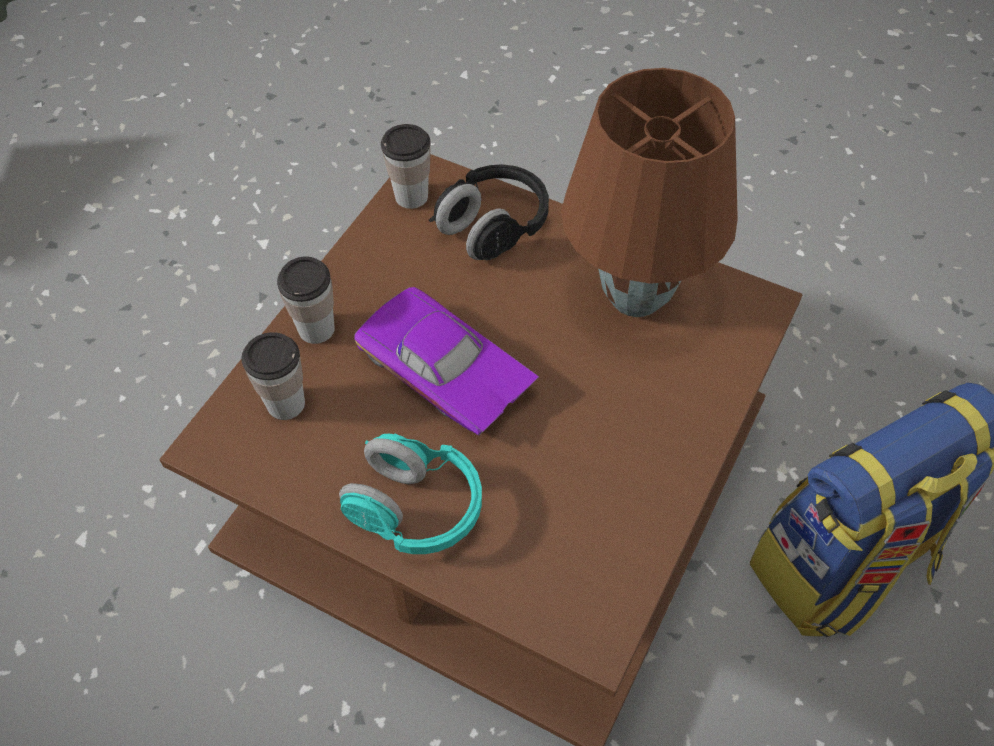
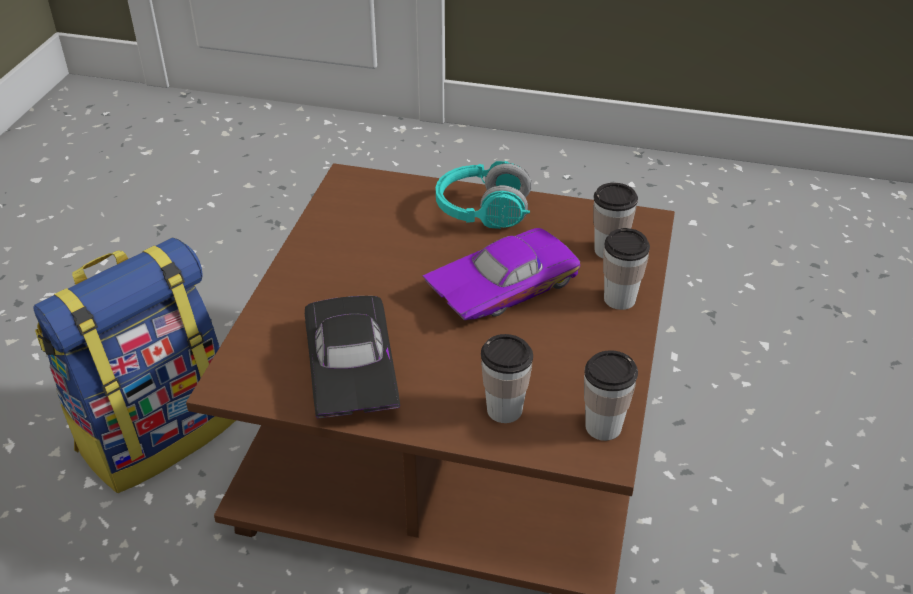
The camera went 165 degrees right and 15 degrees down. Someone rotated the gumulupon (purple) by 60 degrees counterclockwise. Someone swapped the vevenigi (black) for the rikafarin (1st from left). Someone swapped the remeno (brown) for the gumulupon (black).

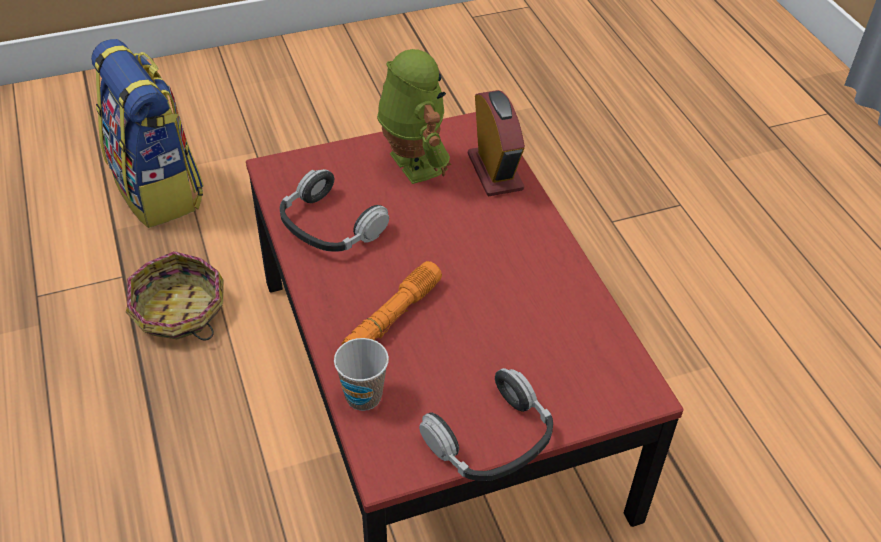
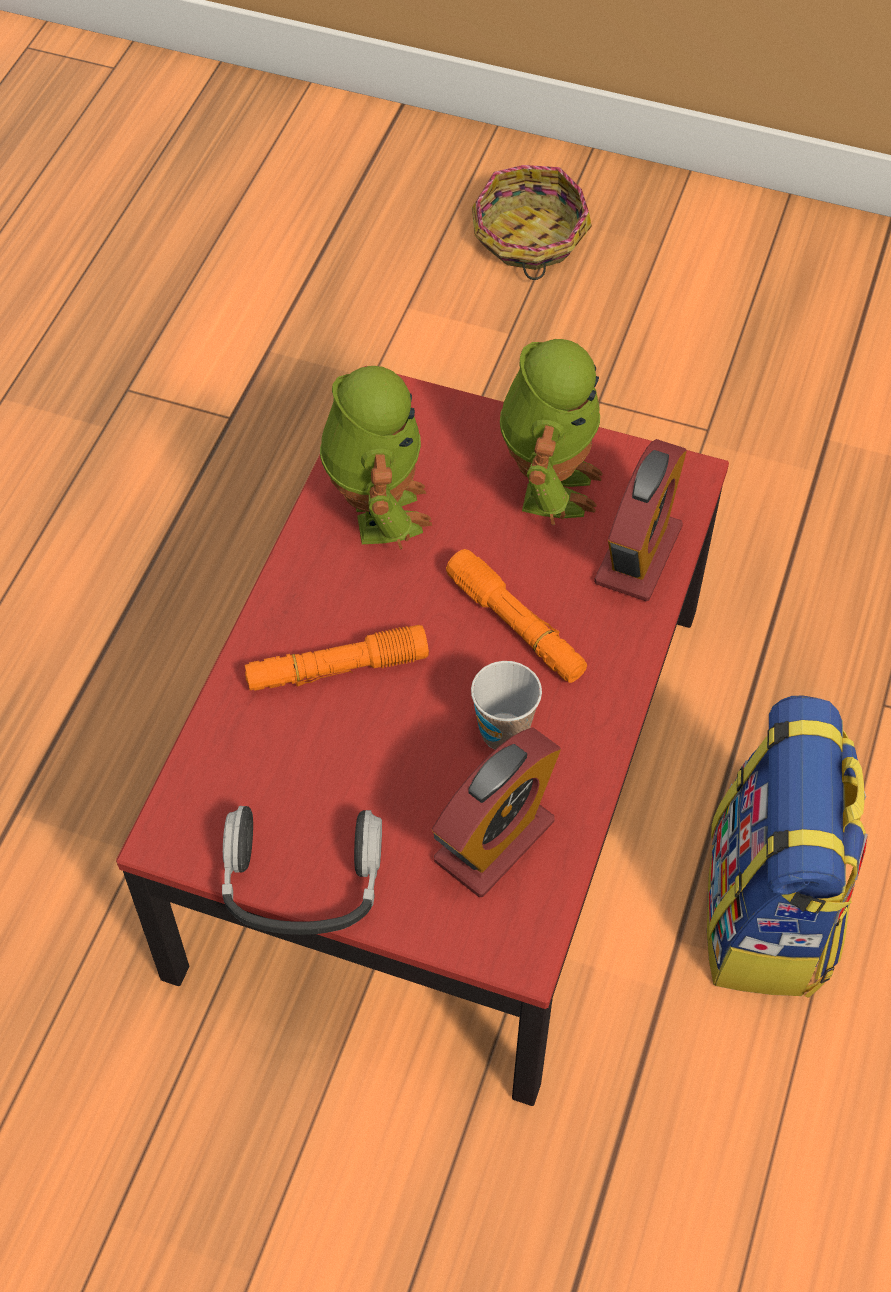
The camera went 40 degrees right and 10 degrees up. Someone carried the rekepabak. Someone carried the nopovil. Someone swapped the vevenigi (1st from left) for the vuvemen (1st from left). Someone carried the rikafarin. Someone put down the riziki (1st from left). Someone put down the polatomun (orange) (2nd from left).

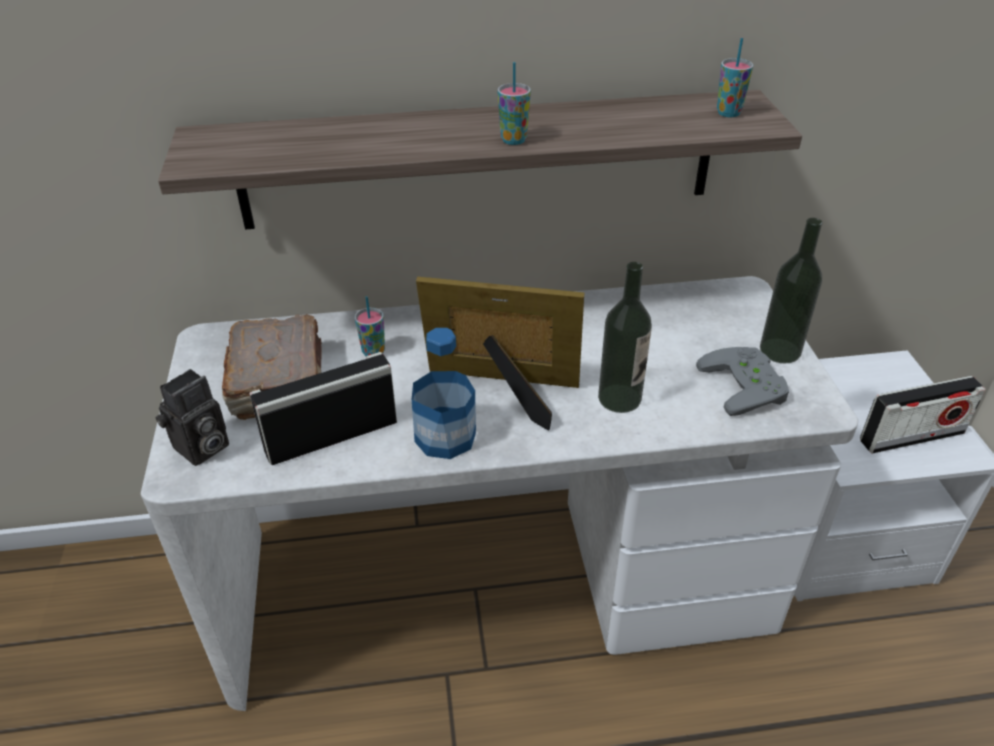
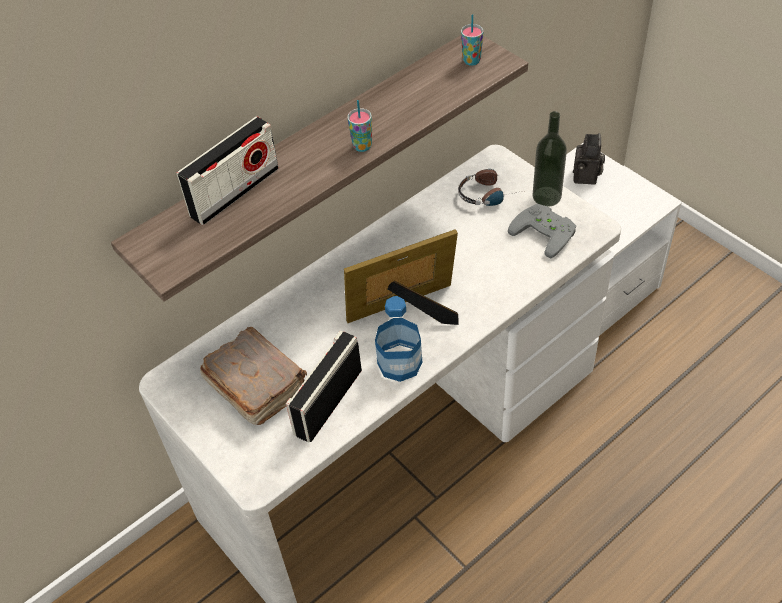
The camera went 30 degrees left and 10 degrees up. Someone carried the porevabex. Someone took away the rikafarin (1st from left). Someone took away the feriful (2nd from left). Someone carried the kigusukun (2nd from left in the first image). Someone put down the vevenigi.

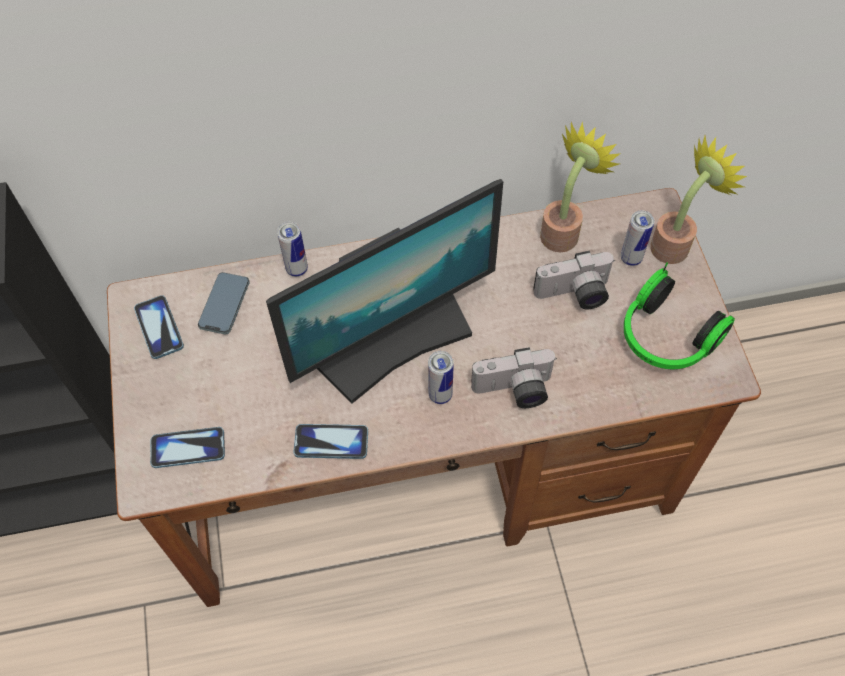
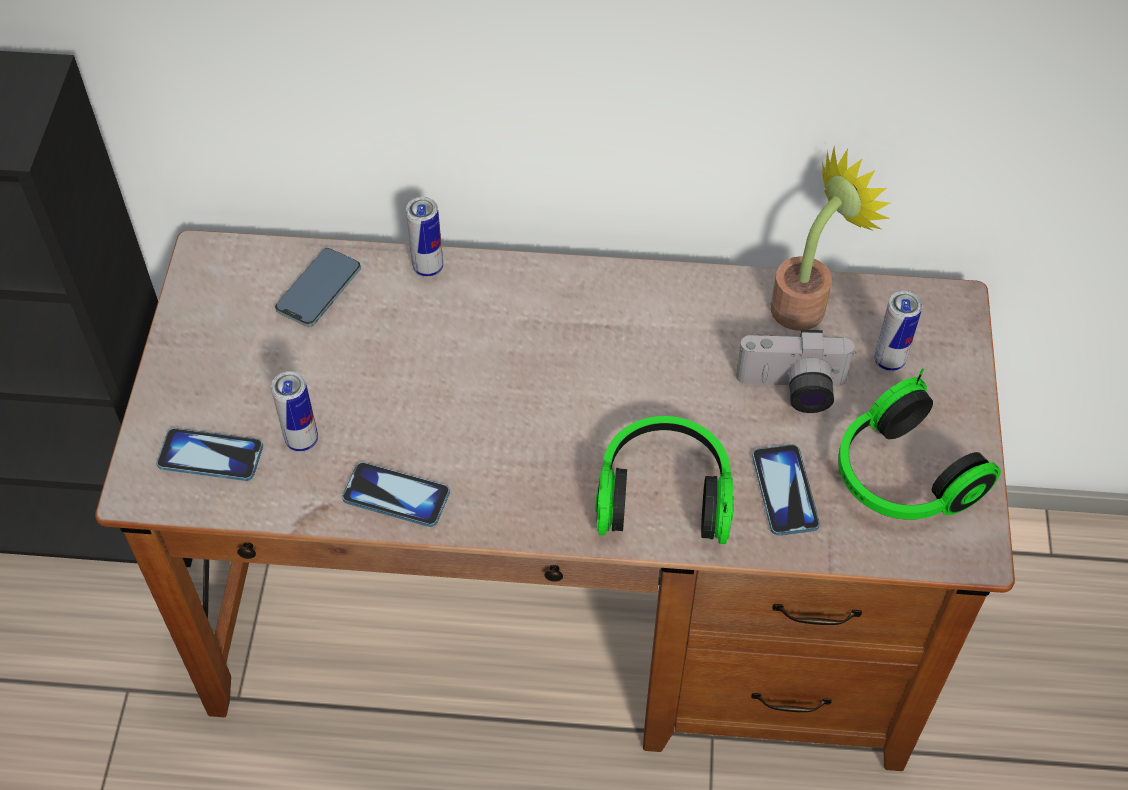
The camera went 15 degrees right and 5 degrees down. Someone carried the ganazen (1st from left in the first image). Someone took away the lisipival. Someone carried the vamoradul (2nd from left in the first image). Someone swapped the porevabex (1st from left) for the vevenigi (1st from left). Someone took away the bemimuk (2nd from left).

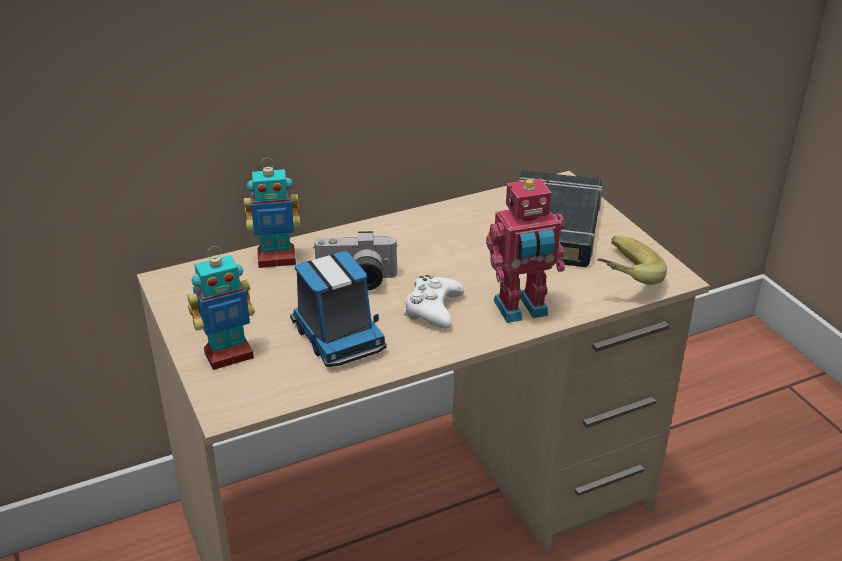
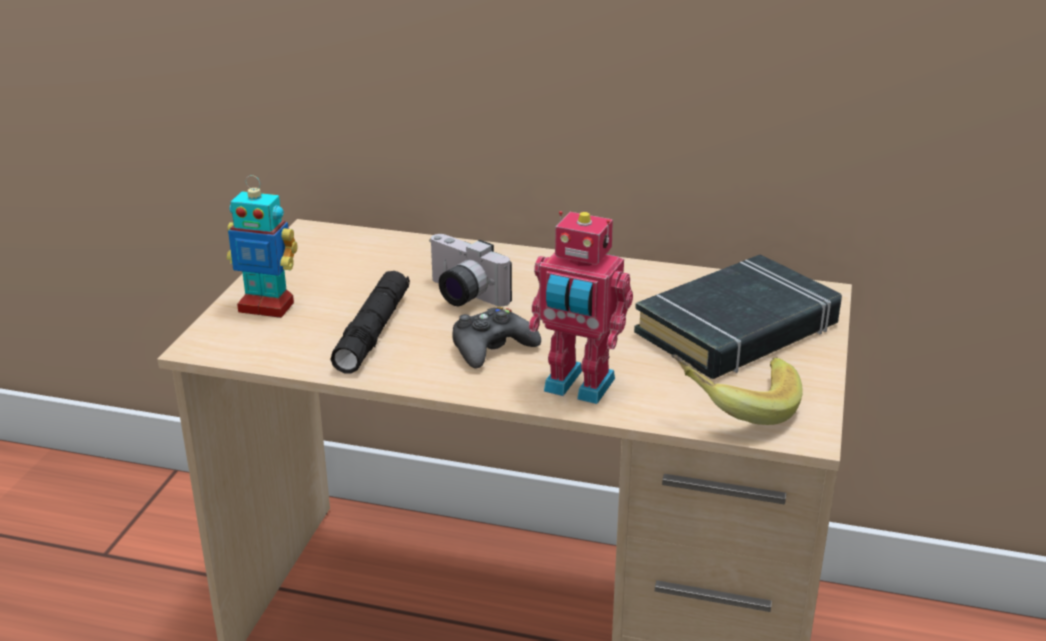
The camera went 40 degrees right and 5 degrees down. Someone took away the vuvemen (2nd from left). Someone swapped the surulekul for the polatomun (black). Someone repainted the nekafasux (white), which became the nekafasux (black).

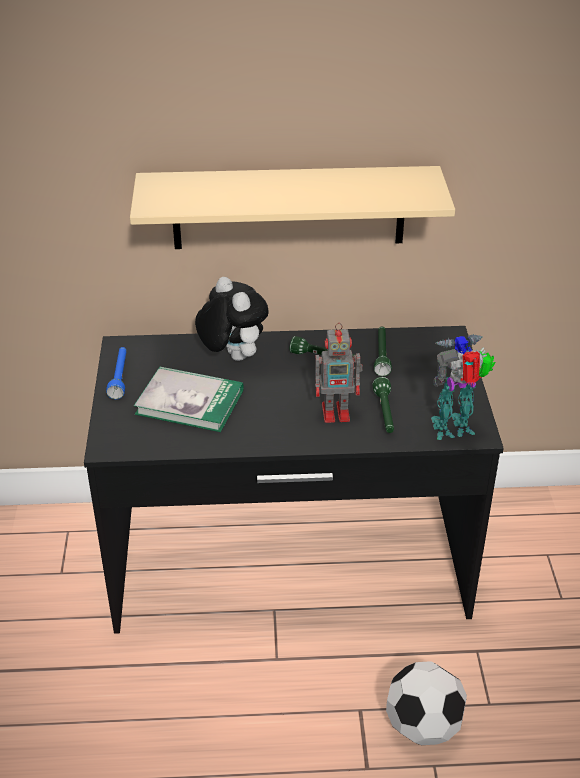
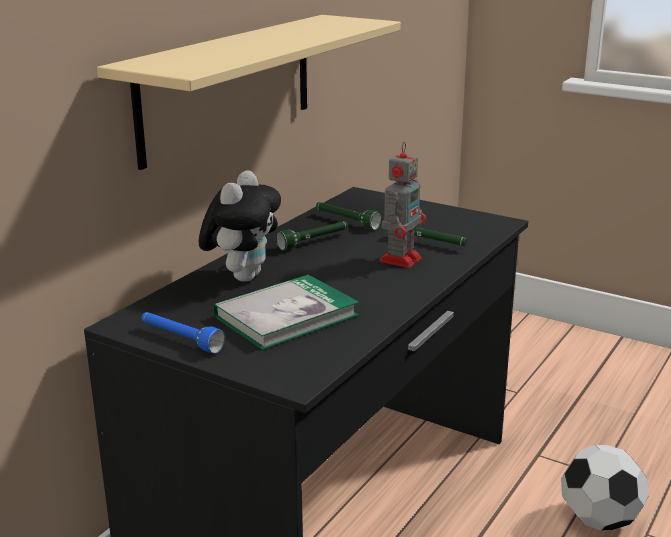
The camera went 55 degrees left and 15 degrees down. Someone rotated the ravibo by 105 degrees clockwise. Someone took away the vuvemen (2nd from left).

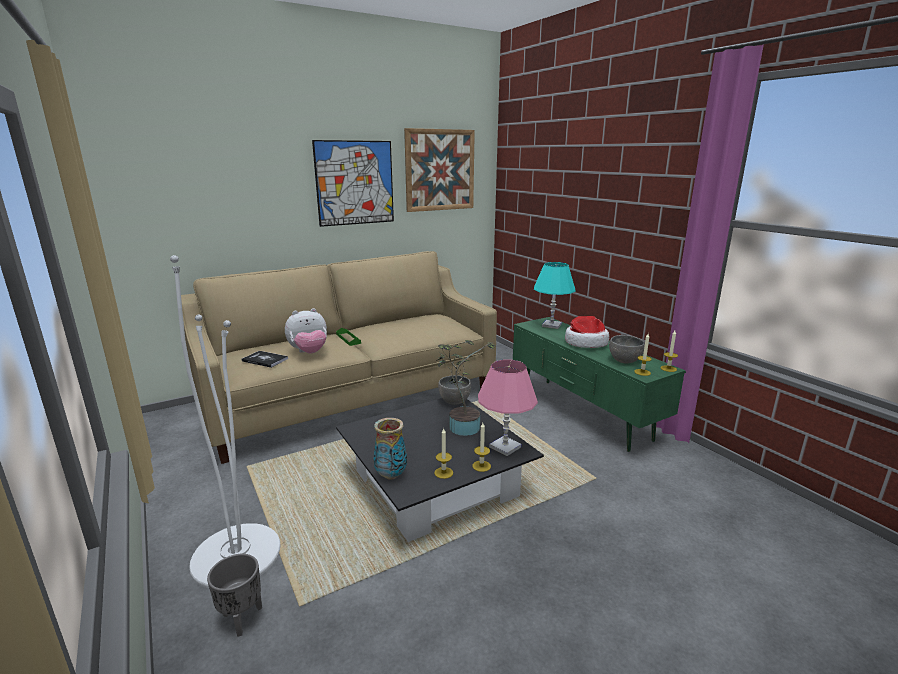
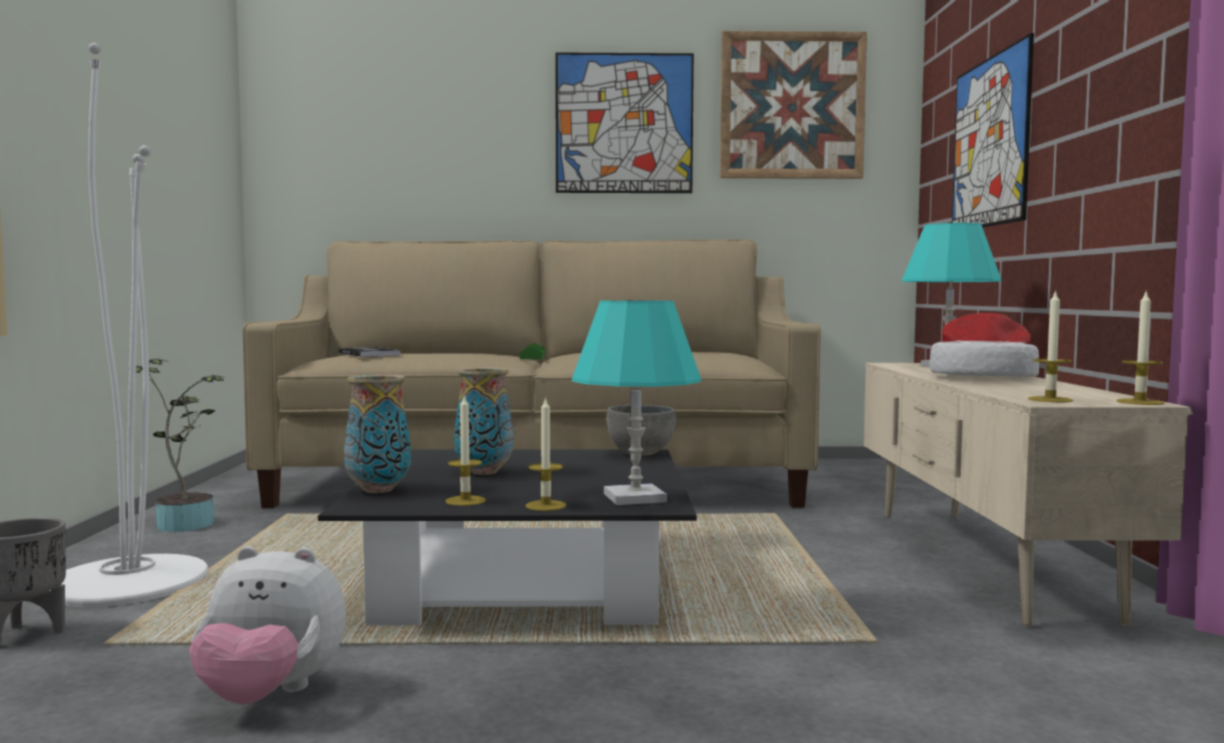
The camera went 30 degrees right and 15 degrees down. Someone carried the ravibo. Someone carried the bemimuk. Someone repainted the remeno (pink), which became the remeno (turquoise) (1st from left). Someone repainted the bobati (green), which became the bobati (beige). Someone took away the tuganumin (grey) (2nd from left). Someone put down the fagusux (2nd from left). Someone put up the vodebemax (3rd from left).

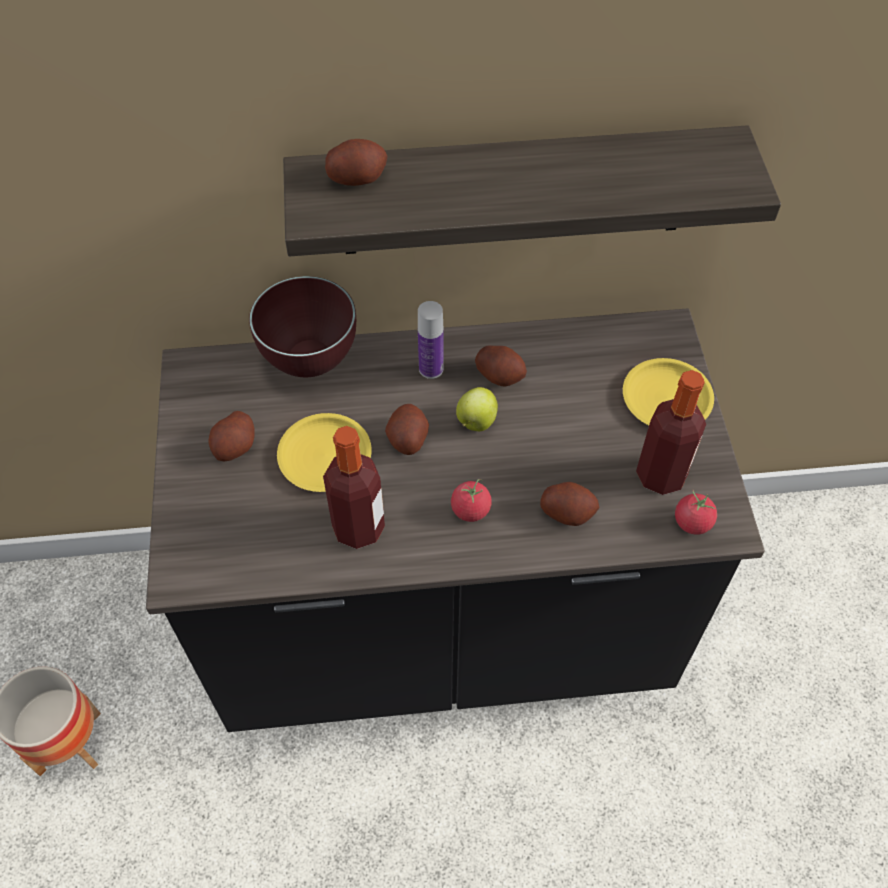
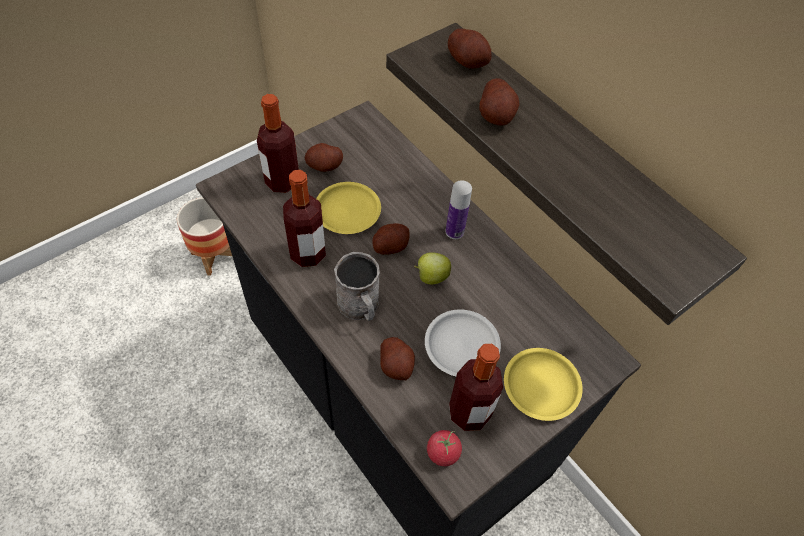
The camera went 55 degrees right and 0 degrees up. Someone took away the tuganumin (brown). Someone swapped the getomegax (1st from left) for the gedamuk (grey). Someone carried the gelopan (4th from left in the first image). Someone put down the feriful (1st from left). Someone put down the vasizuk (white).

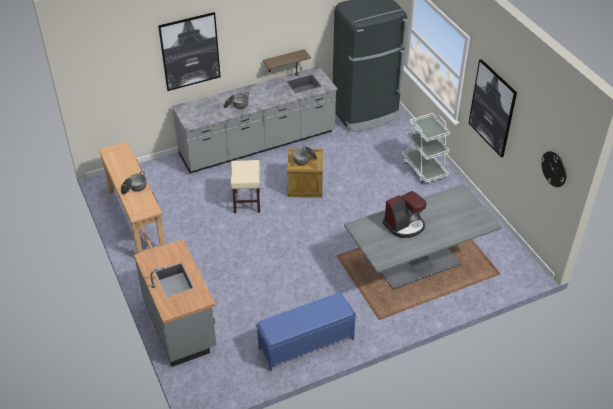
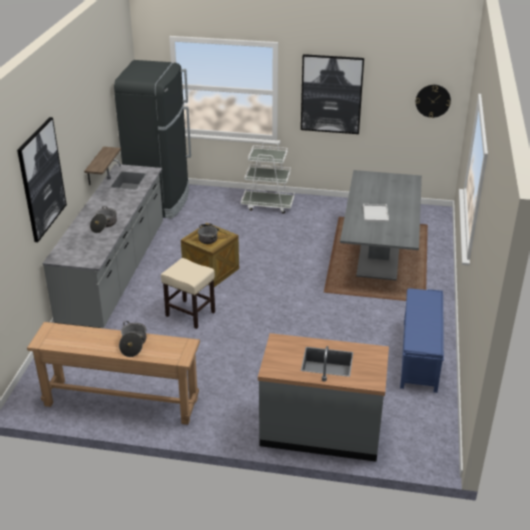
The camera went 55 degrees left and 10 degrees down. Someone swapped the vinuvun for the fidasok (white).

